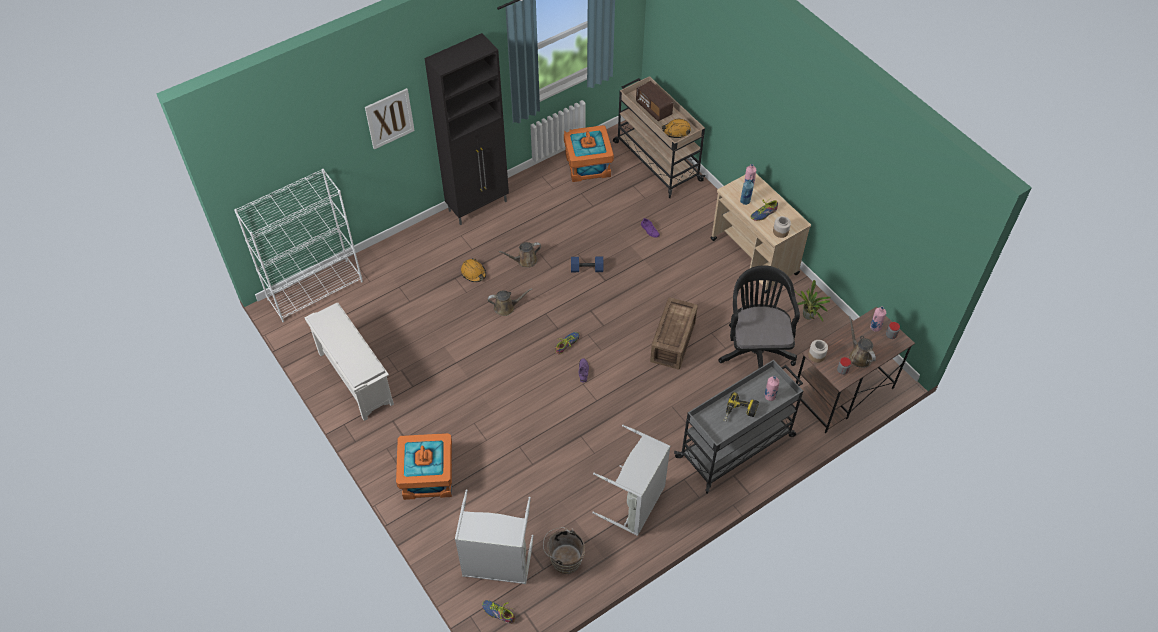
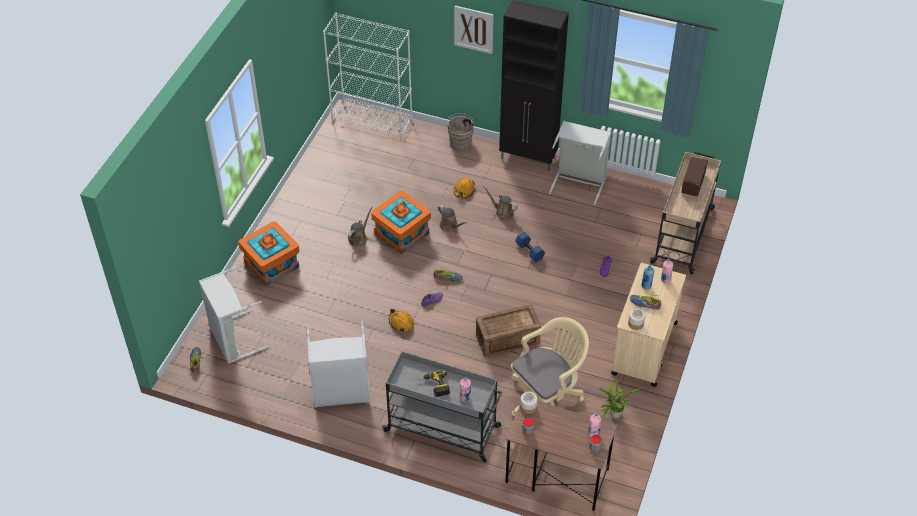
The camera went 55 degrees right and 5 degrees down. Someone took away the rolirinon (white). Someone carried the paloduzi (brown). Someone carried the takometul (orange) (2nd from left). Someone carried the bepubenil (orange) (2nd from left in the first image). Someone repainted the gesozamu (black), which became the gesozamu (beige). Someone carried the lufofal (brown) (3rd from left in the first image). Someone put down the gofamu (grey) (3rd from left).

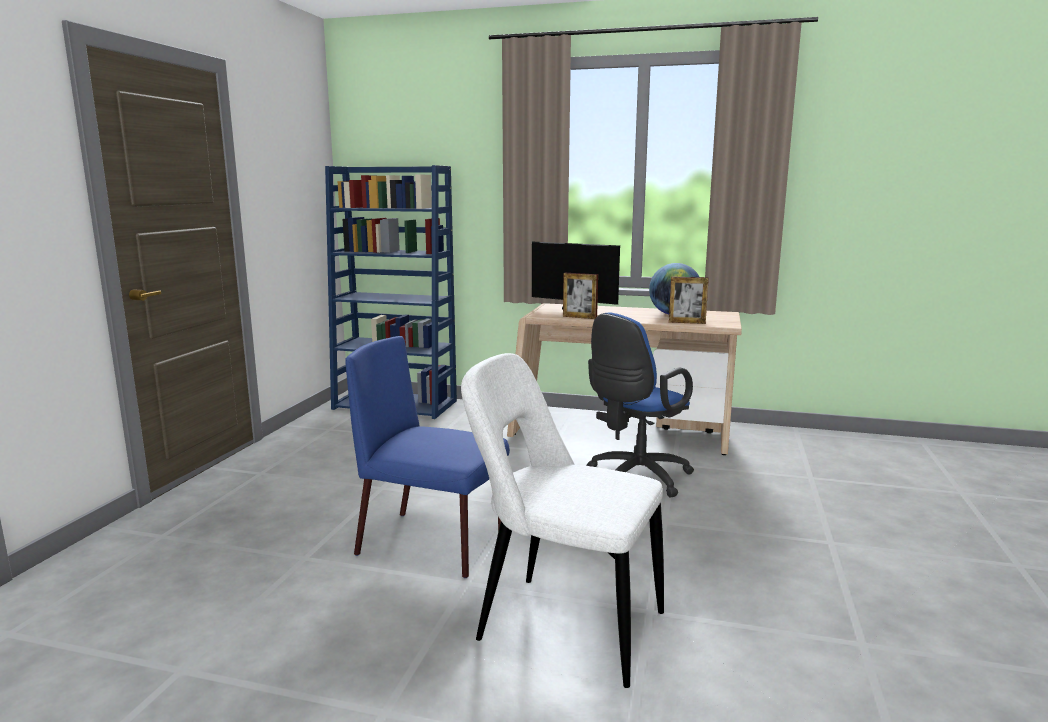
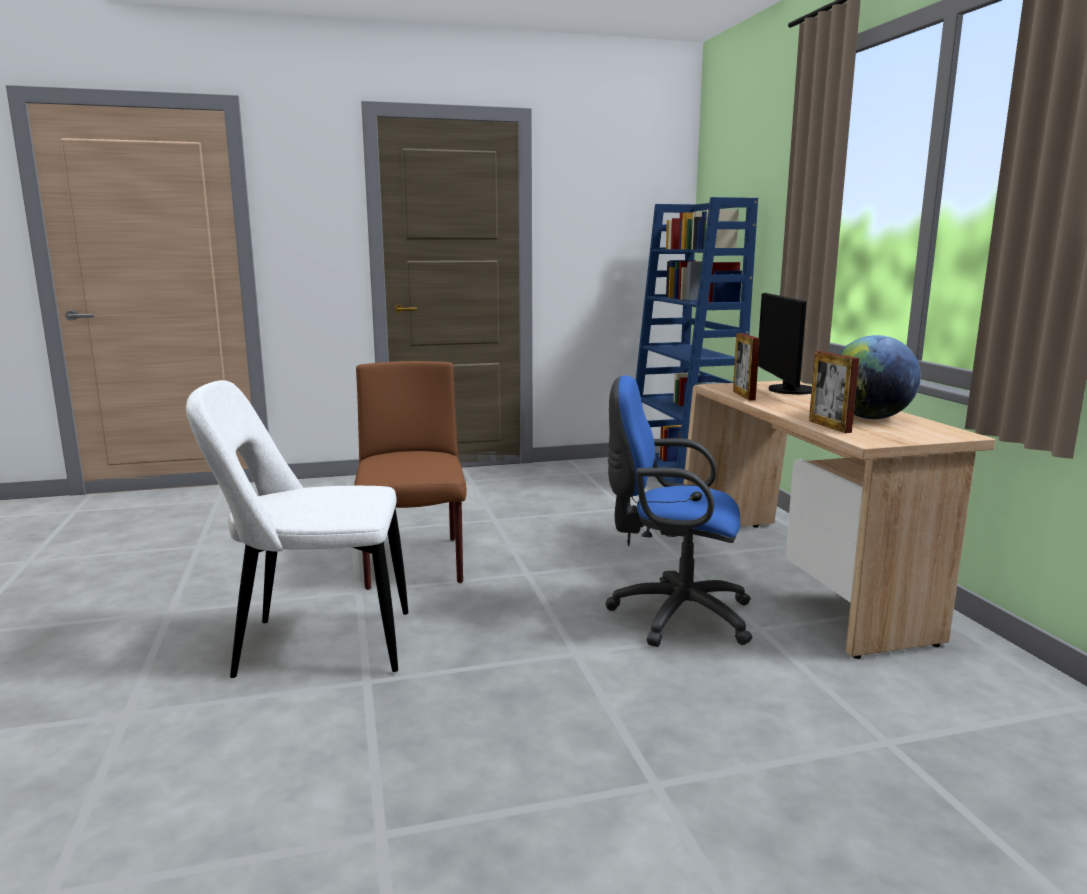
The camera went 60 degrees right and 0 degrees up. Someone repainted the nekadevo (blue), which became the nekadevo (brown). Someone rotated the nekadevo (white) by 90 degrees counterclockwise.

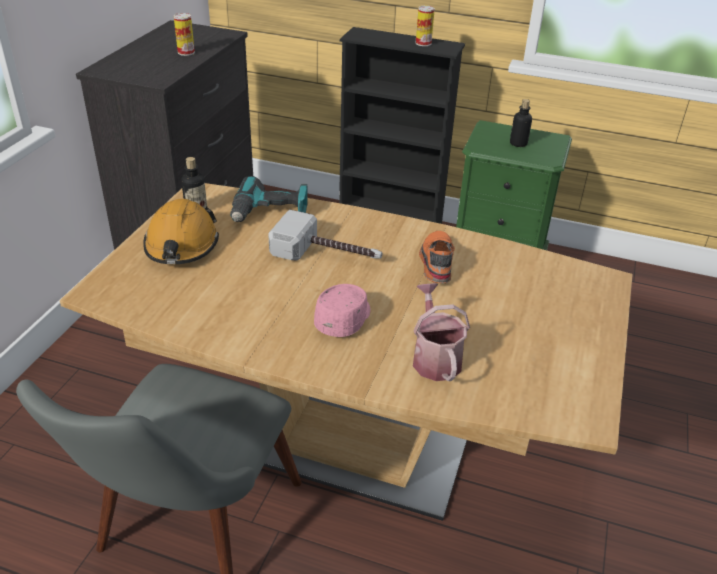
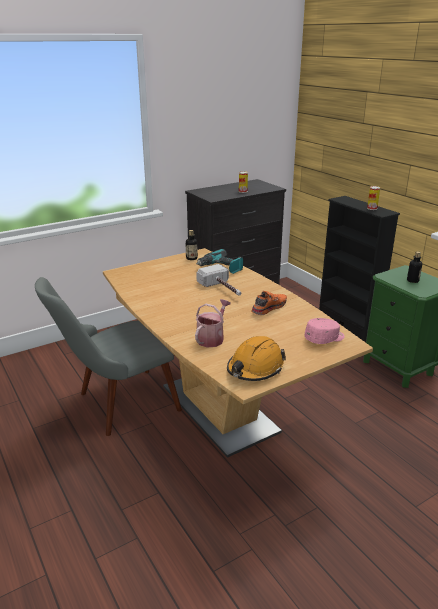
The camera went 40 degrees right and 10 degrees down. Someone carried the bepubenil (orange). Someone carried the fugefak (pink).

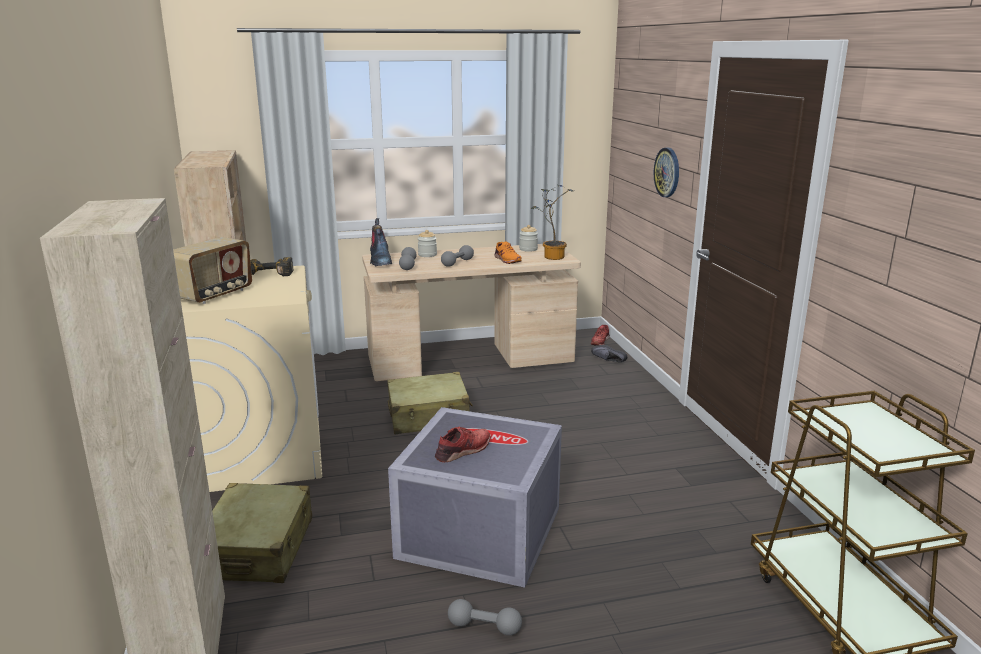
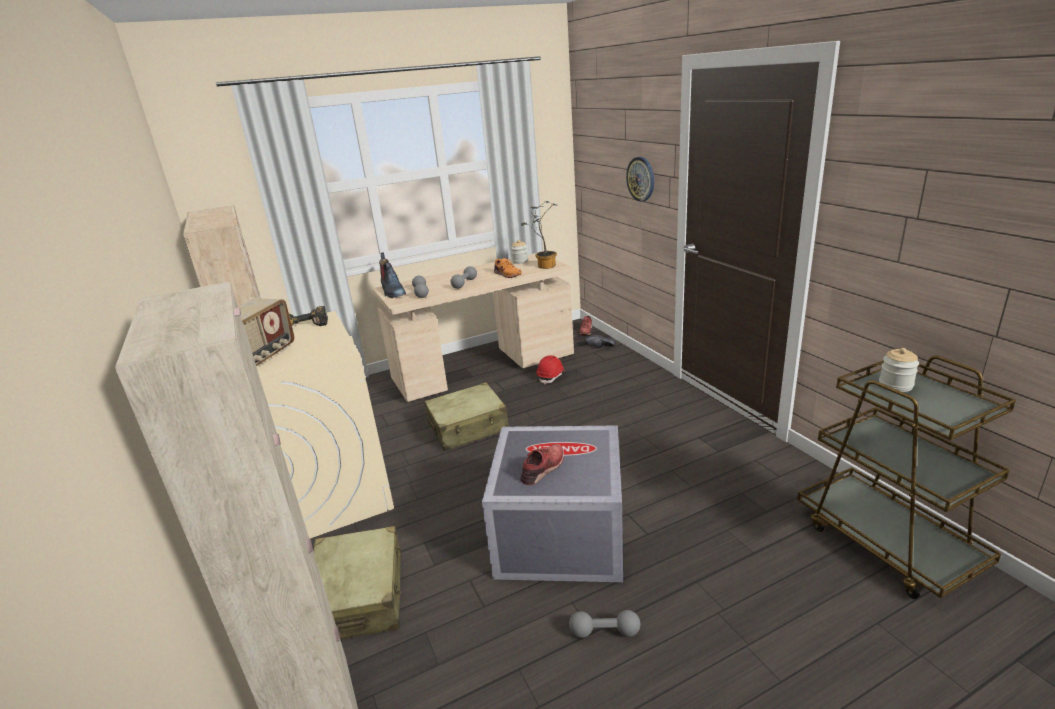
The camera went 10 degrees left and 5 degrees up. Someone carried the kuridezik (1st from left in the first image). Someone put down the bepubenil (red).

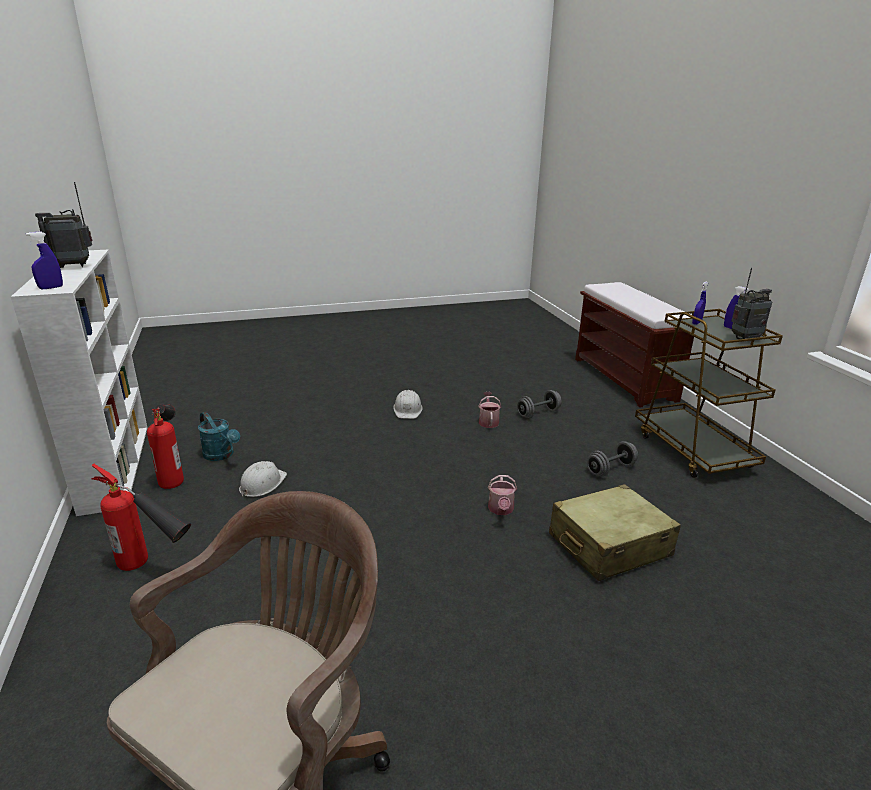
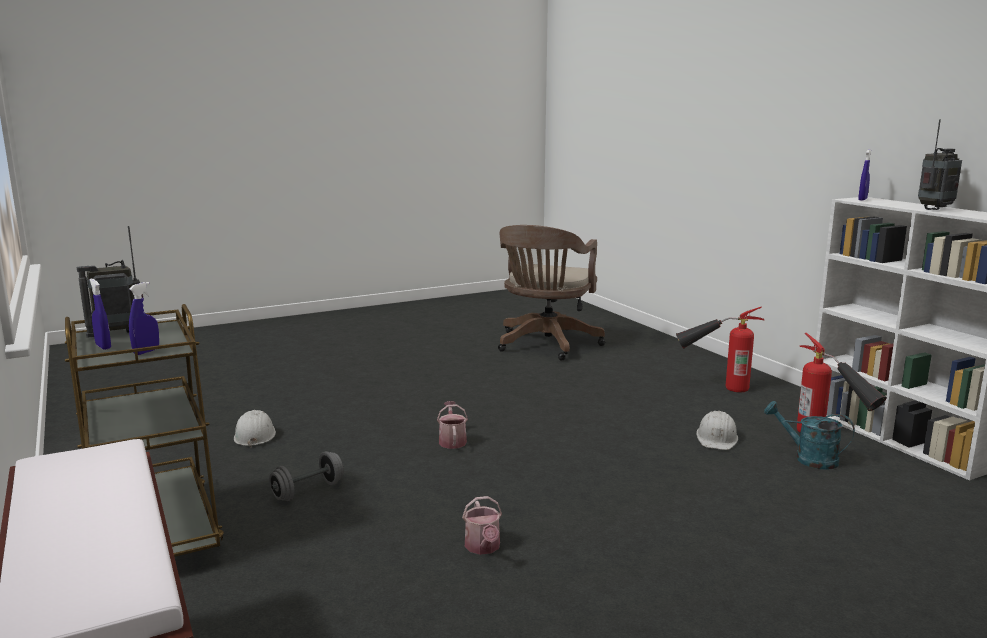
The camera went 170 degrees right and 10 degrees down. Someone carried the bepubenil (white) (2nd from left in the first image). Someone took away the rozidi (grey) (1st from left). Someone took away the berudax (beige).

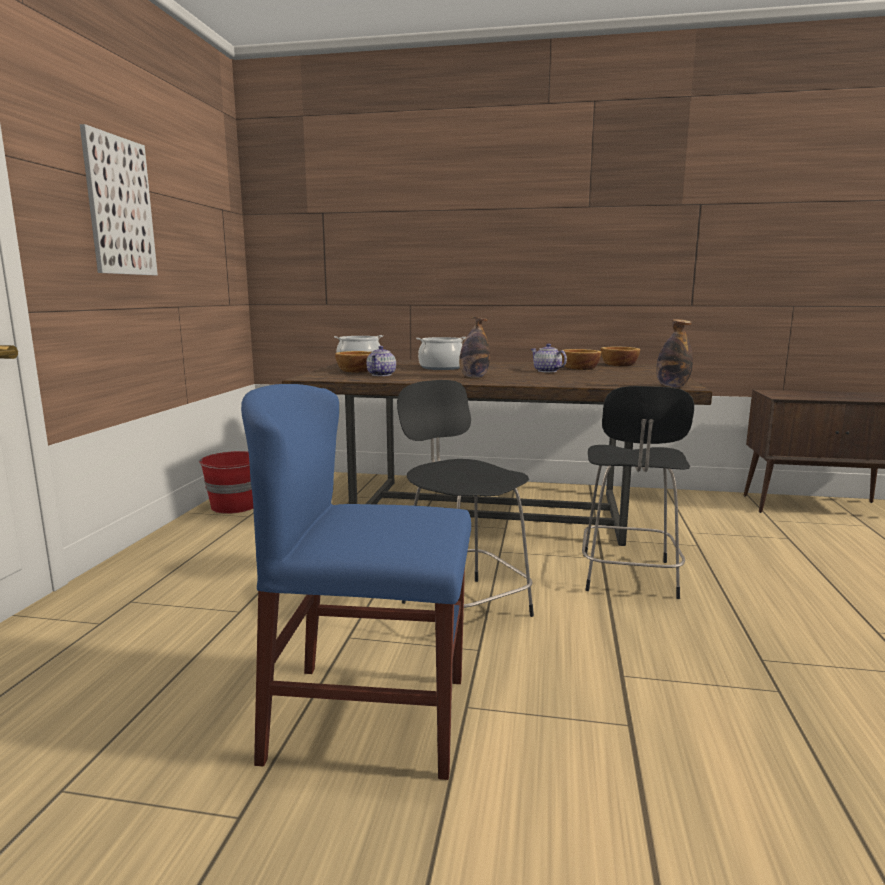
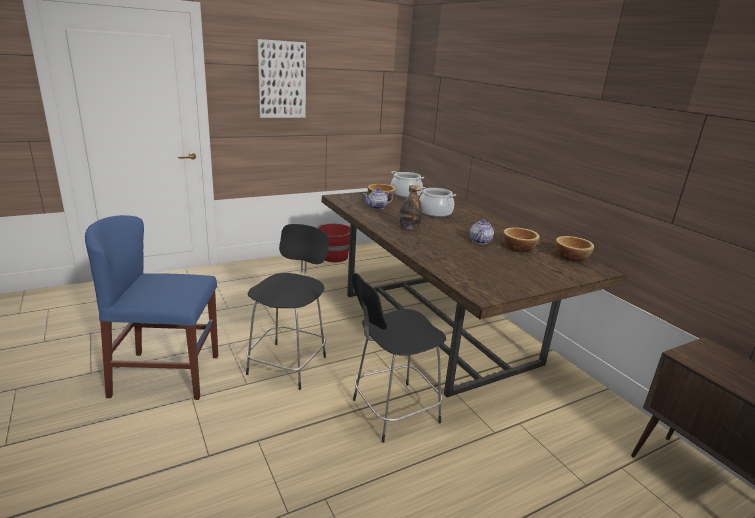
The camera went 50 degrees right and 10 degrees up. Someone rotated the nekadevo (blue) by 60 degrees counterclockwise. Someone took away the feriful (2nd from left).

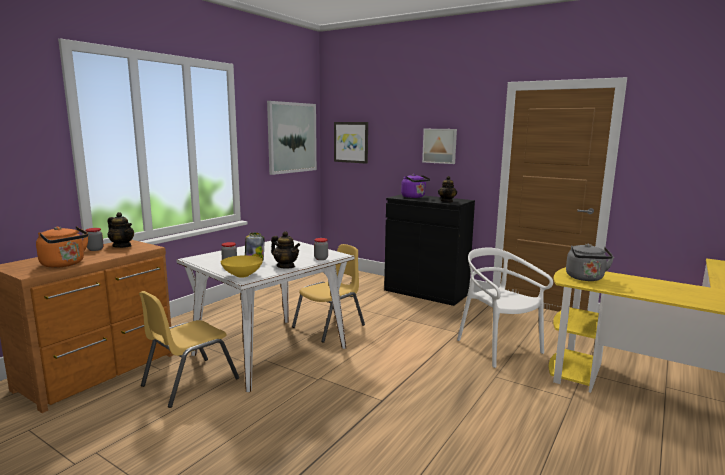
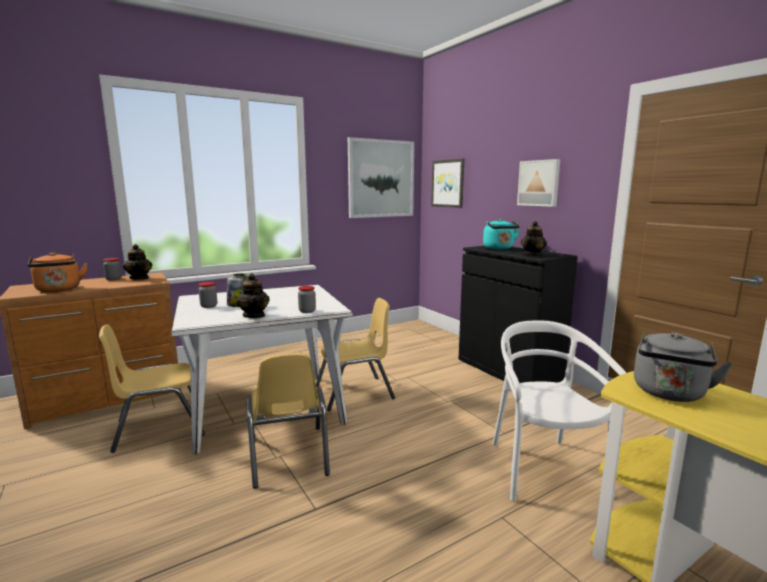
The camera went 25 degrees right and 0 degrees up. Someone took away the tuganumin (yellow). Someone repainted the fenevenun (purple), which became the fenevenun (turquoise). Someone put down the nekadevo (yellow) (2nd from left).

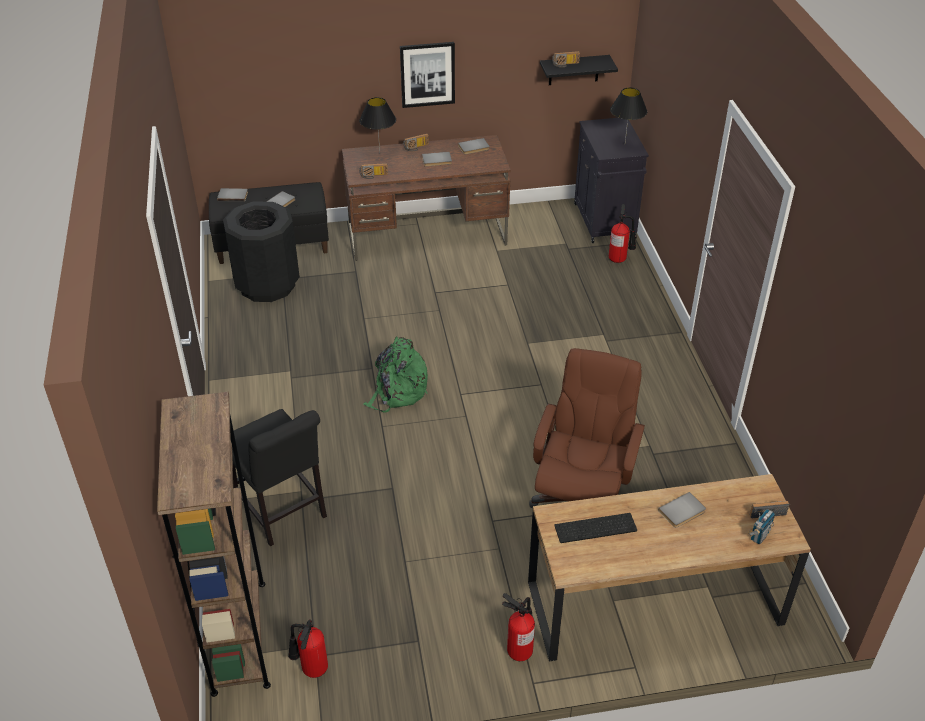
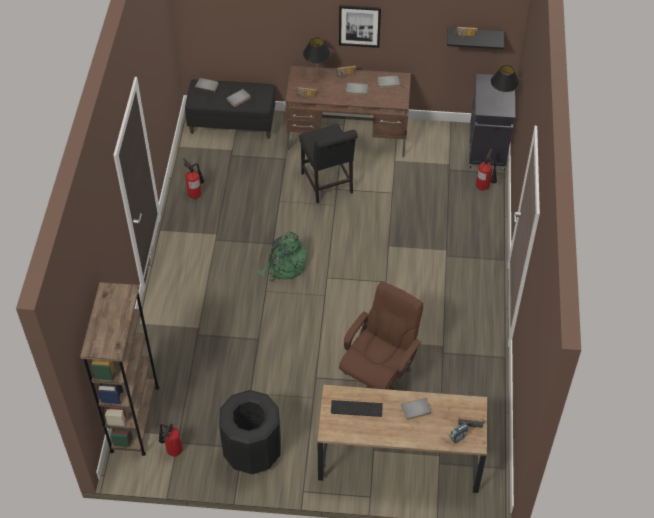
The camera went 15 degrees right and 10 degrees up. Someone carried the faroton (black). Someone carried the nekadevo (black). Someone carried the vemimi (2nd from left).

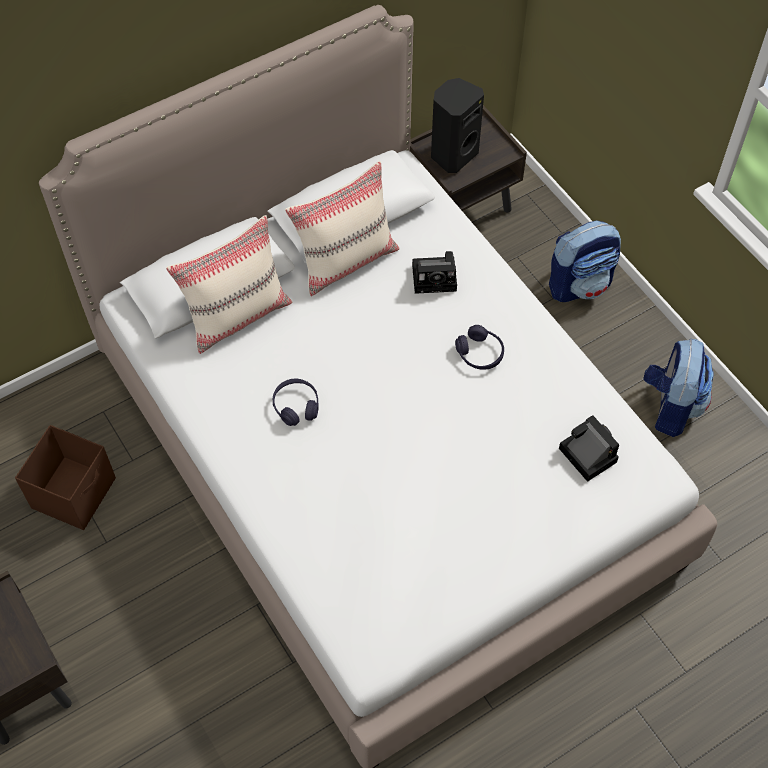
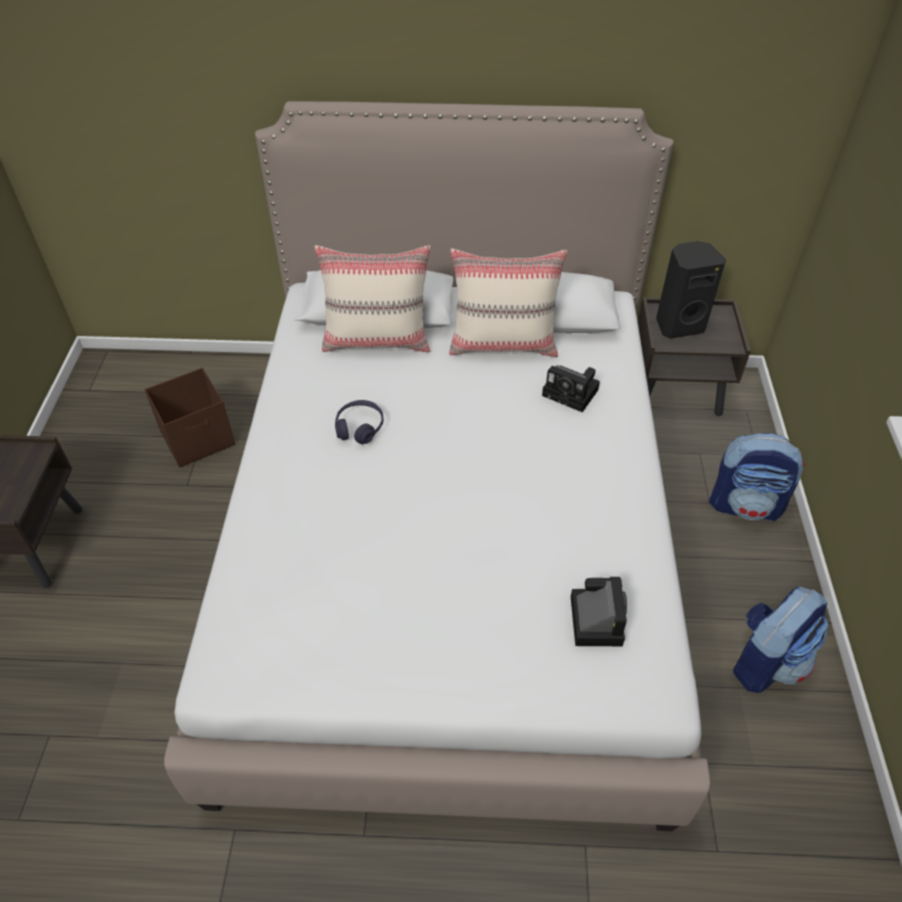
The camera went 35 degrees right and 10 degrees down. Someone took away the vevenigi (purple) (2nd from left).

